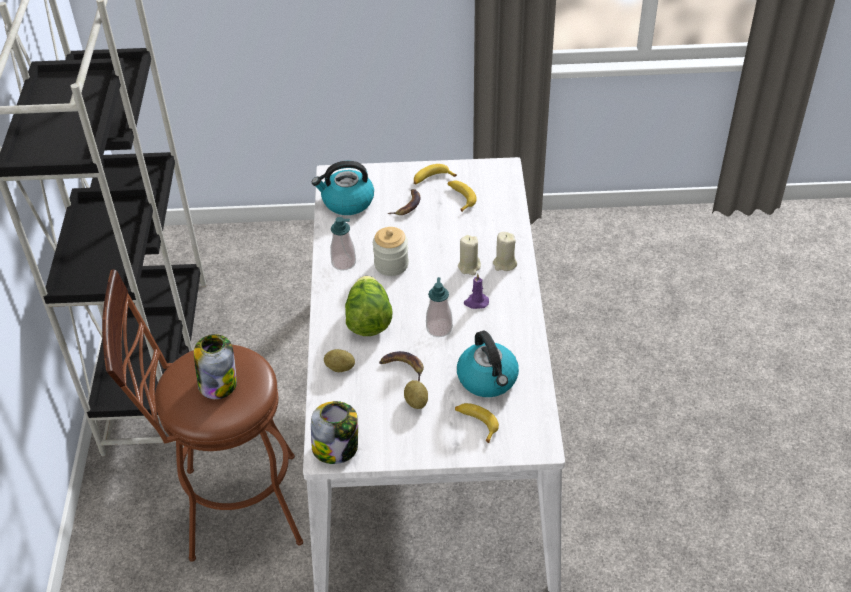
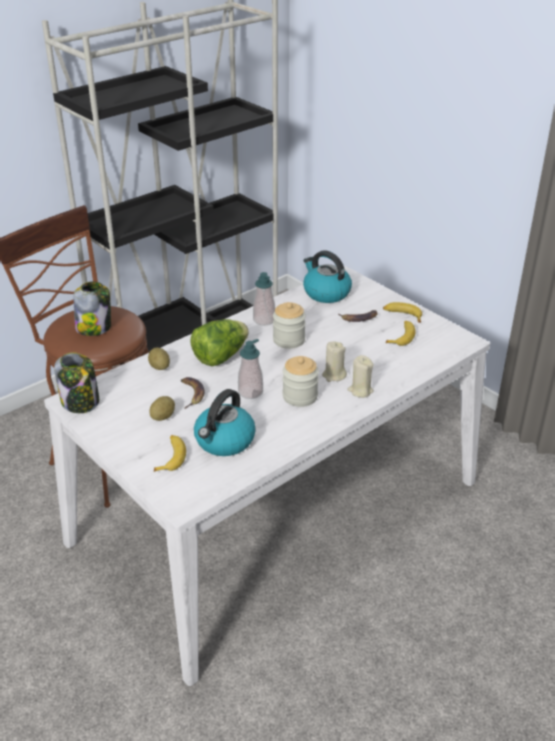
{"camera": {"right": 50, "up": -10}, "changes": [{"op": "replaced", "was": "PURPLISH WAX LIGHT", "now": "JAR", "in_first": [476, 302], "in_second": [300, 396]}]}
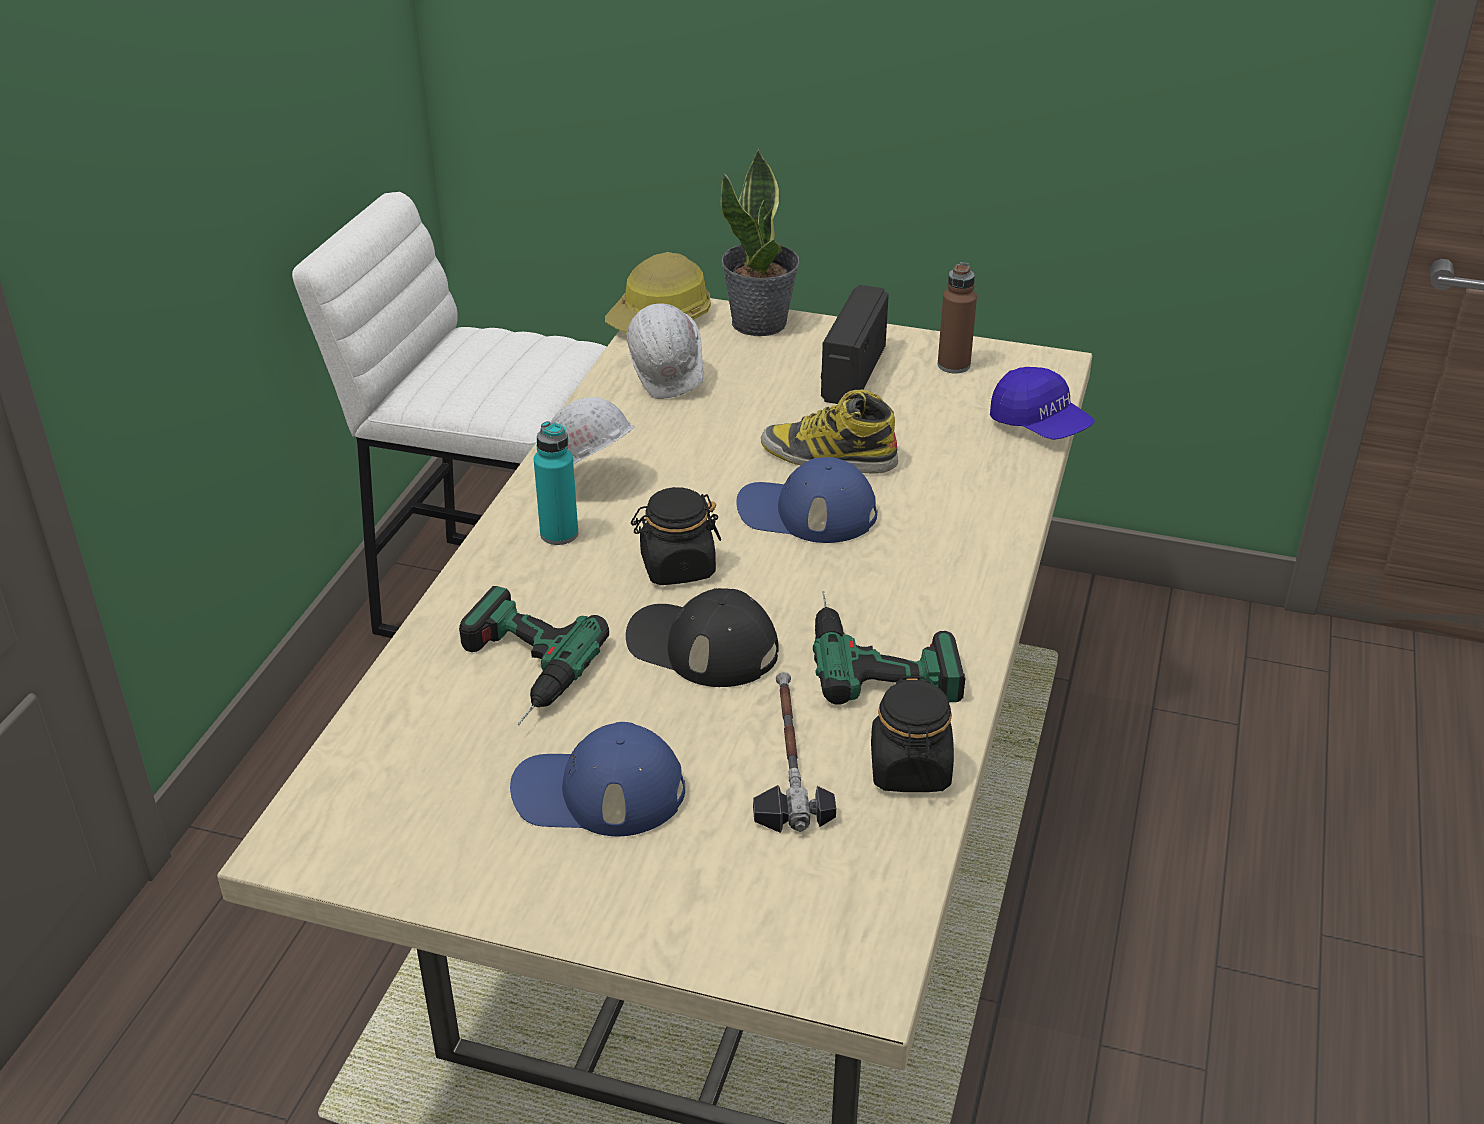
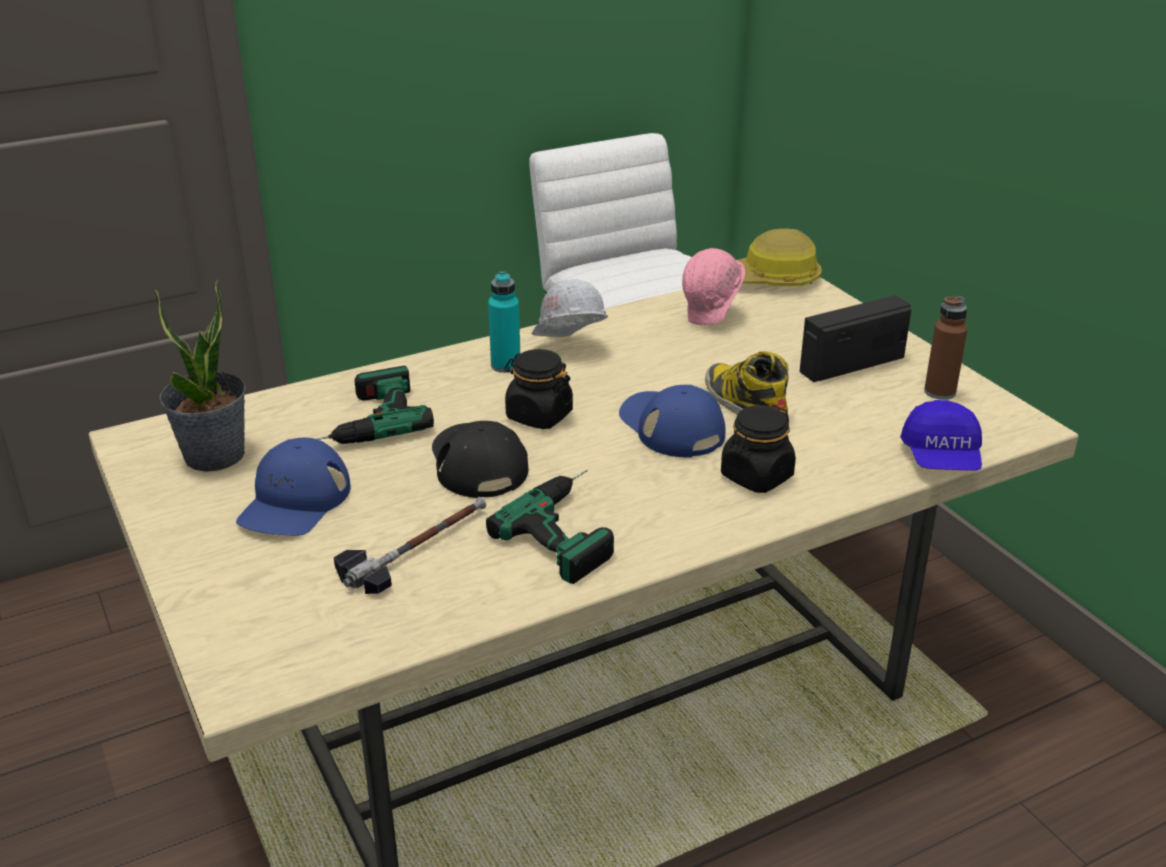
{"camera": {"right": 45, "up": -5}, "changes": [{"op": "moved", "was": "POTTED PLANT", "in_first": [760, 323], "in_second": [215, 456]}, {"op": "recoloured", "was": "WHITE-COLOURED WORK HELMET", "now": "PINK-COLOURED WORK HELMET", "in_first": [668, 383], "in_second": [712, 317]}, {"op": "moved", "was": "BLACK-COLOURED JAR", "in_first": [910, 770], "in_second": [756, 477]}, {"op": "turned", "was": "BLUE-COLOURED CAP", "in_first": [598, 791], "in_second": [295, 501], "clockwise": -120}]}
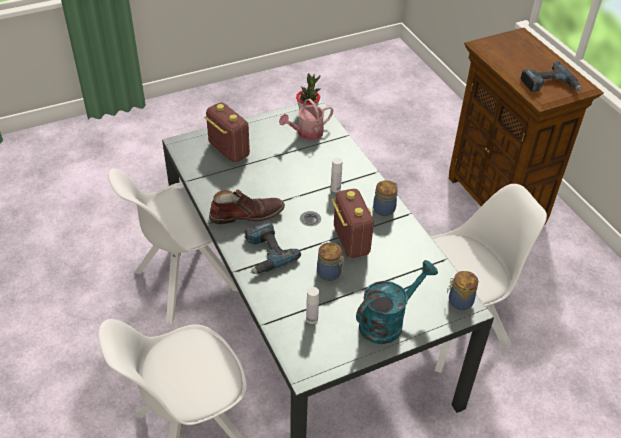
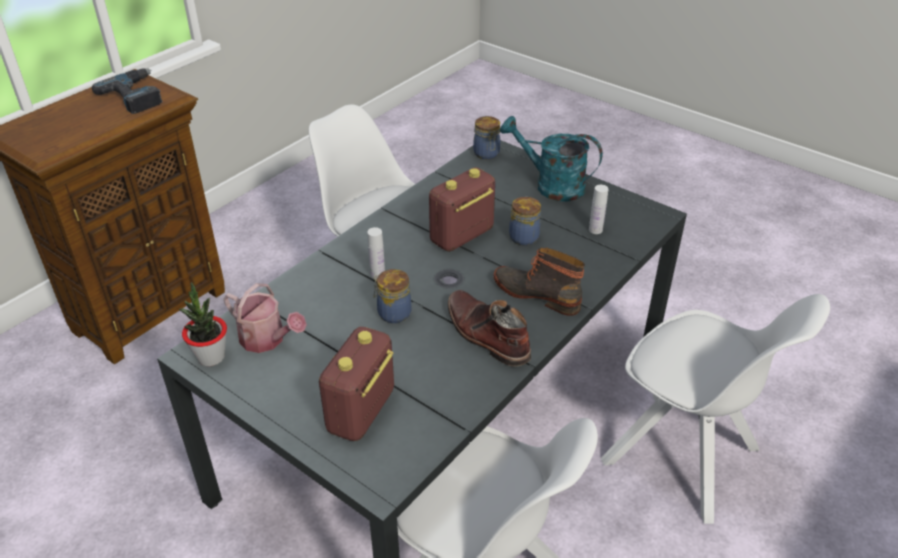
{"camera": {"right": -115, "up": -5}, "changes": [{"op": "moved", "was": "JAR", "in_first": [385, 209], "in_second": [393, 313]}, {"op": "replaced", "was": "POWER DRILL", "now": "BOOT", "in_first": [265, 253], "in_second": [537, 294]}]}
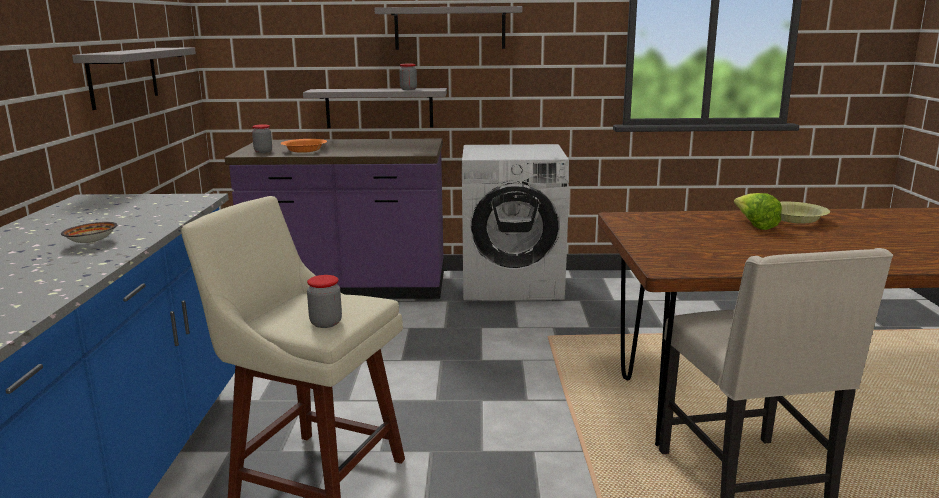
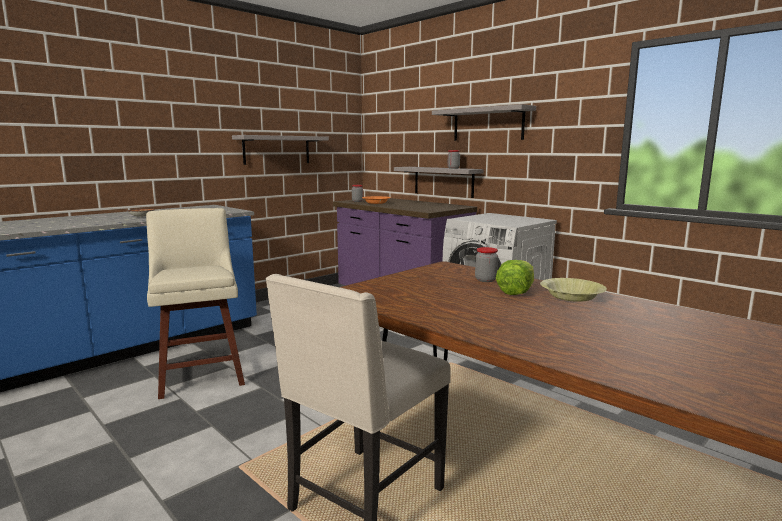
{"camera": {"right": 45, "up": -5}, "changes": [{"op": "moved", "was": "JAR", "in_first": [326, 323], "in_second": [485, 280]}]}
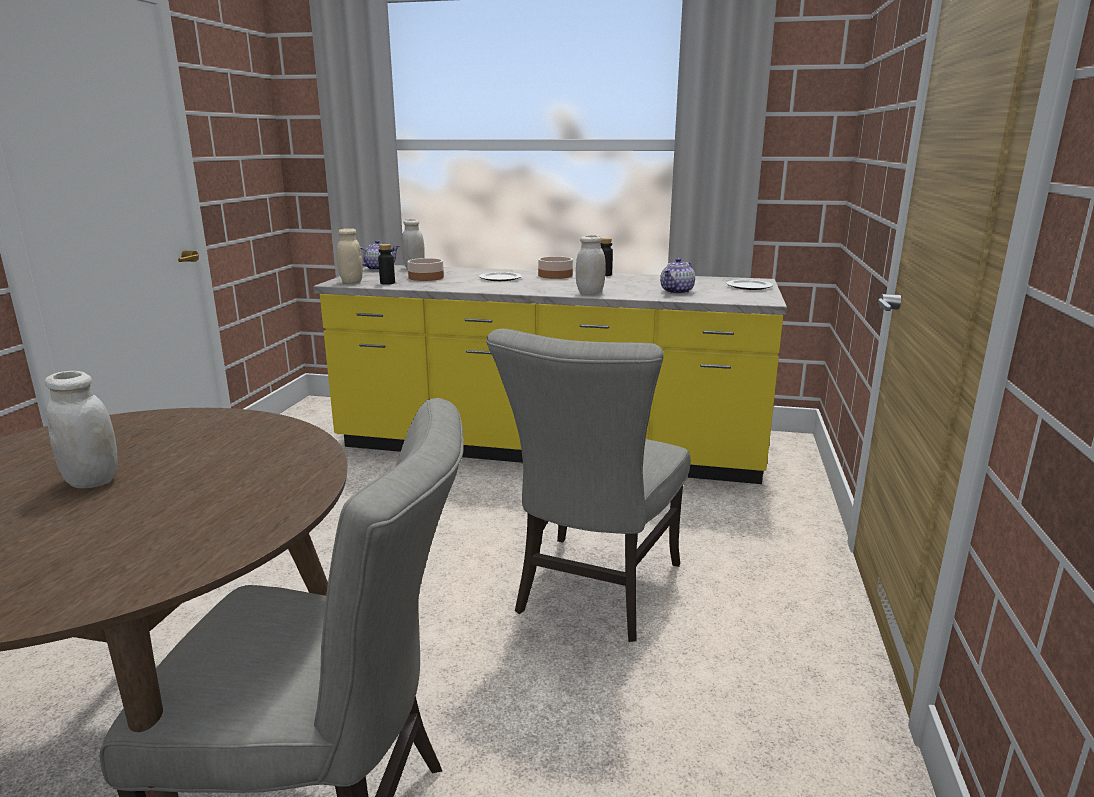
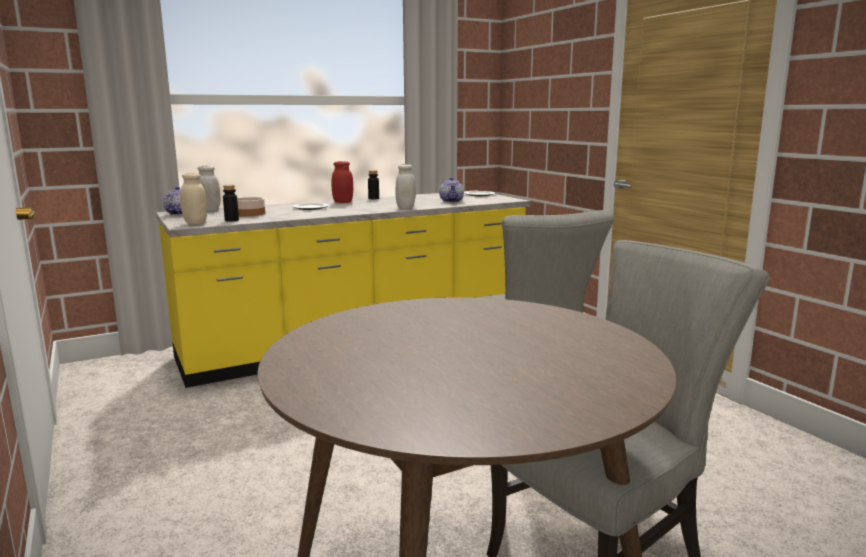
{"camera": {"right": -40, "up": -5}, "changes": [{"op": "replaced", "was": "DEEP DISH", "now": "RED-COLOURED JAR", "in_first": [556, 275], "in_second": [343, 202]}, {"op": "removed", "was": "WHITE-COLOURED JAR", "in_first": [92, 481]}]}
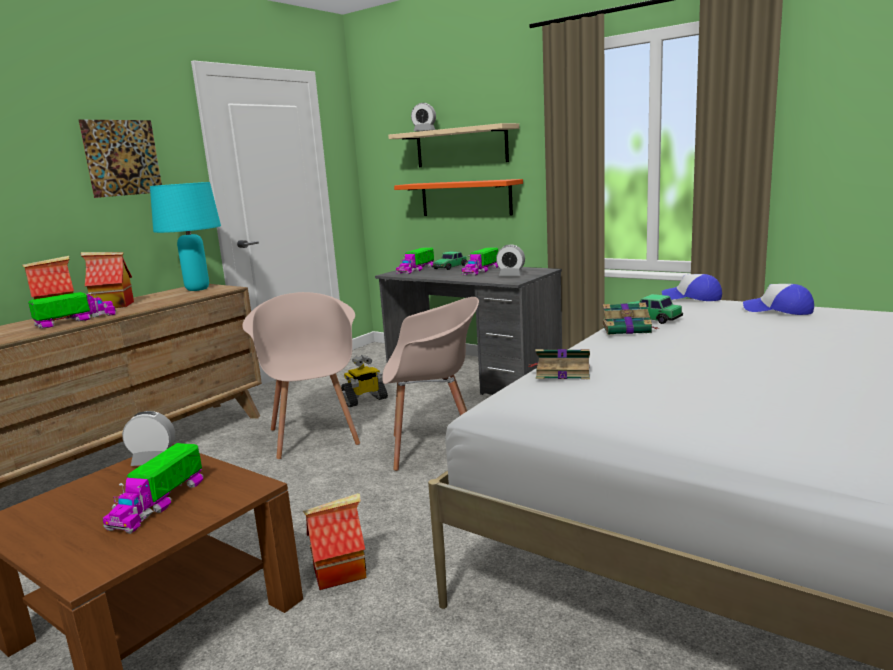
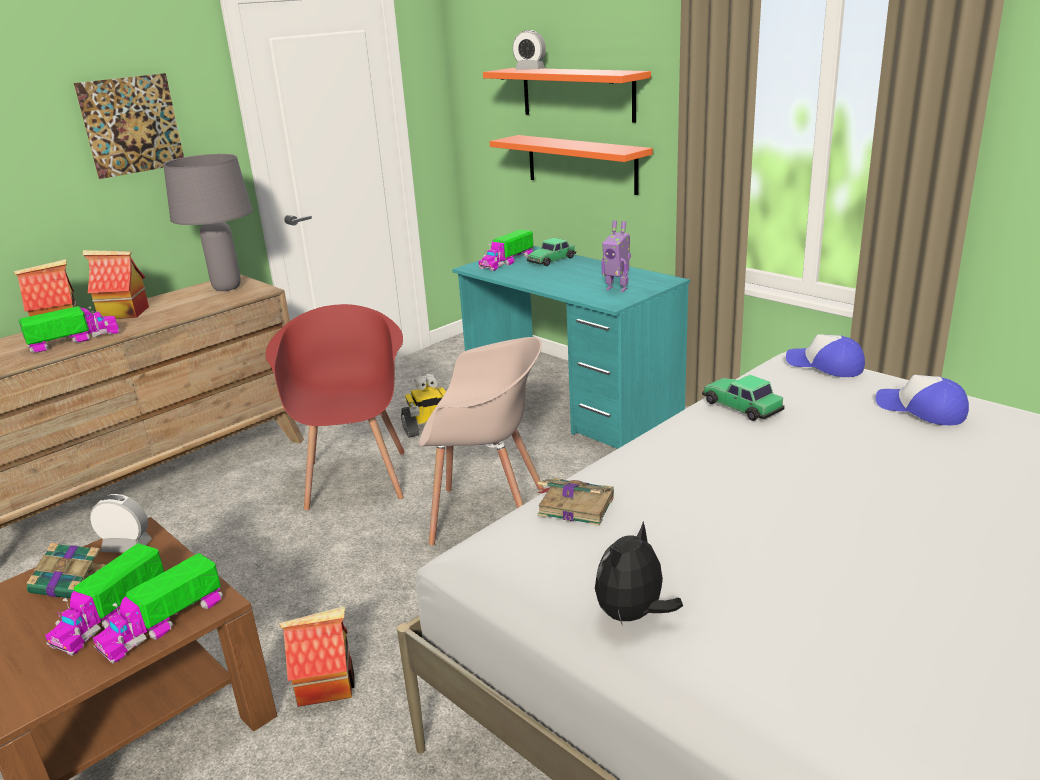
{"camera": {"right": 10, "up": 10}, "changes": [{"op": "recoloured", "was": "SAND-COLOURED BRACKET SHELF", "now": "ORANGE BRACKET SHELF", "in_first": [461, 147], "in_second": [577, 94]}, {"op": "recoloured", "was": "TURQUOISE-COLOURED TABLE LAMP", "now": "GREY TABLE LAMP", "in_first": [197, 289], "in_second": [227, 288]}, {"op": "replaced", "was": "ALARM CLOCK", "now": "MODEL ROBOT", "in_first": [511, 275], "in_second": [617, 289]}, {"op": "moved", "was": "TOY TRUCK", "in_first": [481, 271], "in_second": [163, 624]}, {"op": "recoloured", "was": "GREY DESK TABLE", "now": "TURQUOISE-COLOURED DESK TABLE", "in_first": [473, 378], "in_second": [571, 405]}, {"op": "recoloured", "was": "SAND-COLOURED PLAIN CHAIR", "now": "RED-COLOURED PLAIN CHAIR", "in_first": [314, 436], "in_second": [356, 479]}, {"op": "moved", "was": "BOOK", "in_first": [627, 329], "in_second": [72, 583]}, {"op": "added", "now": "CUDDLY TOY", "in_second": [633, 615]}]}
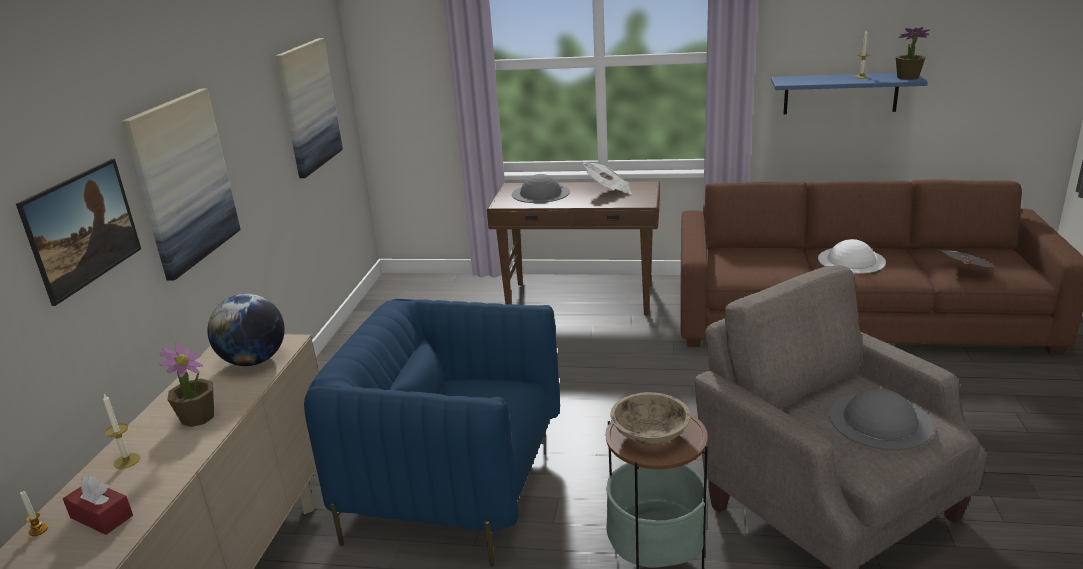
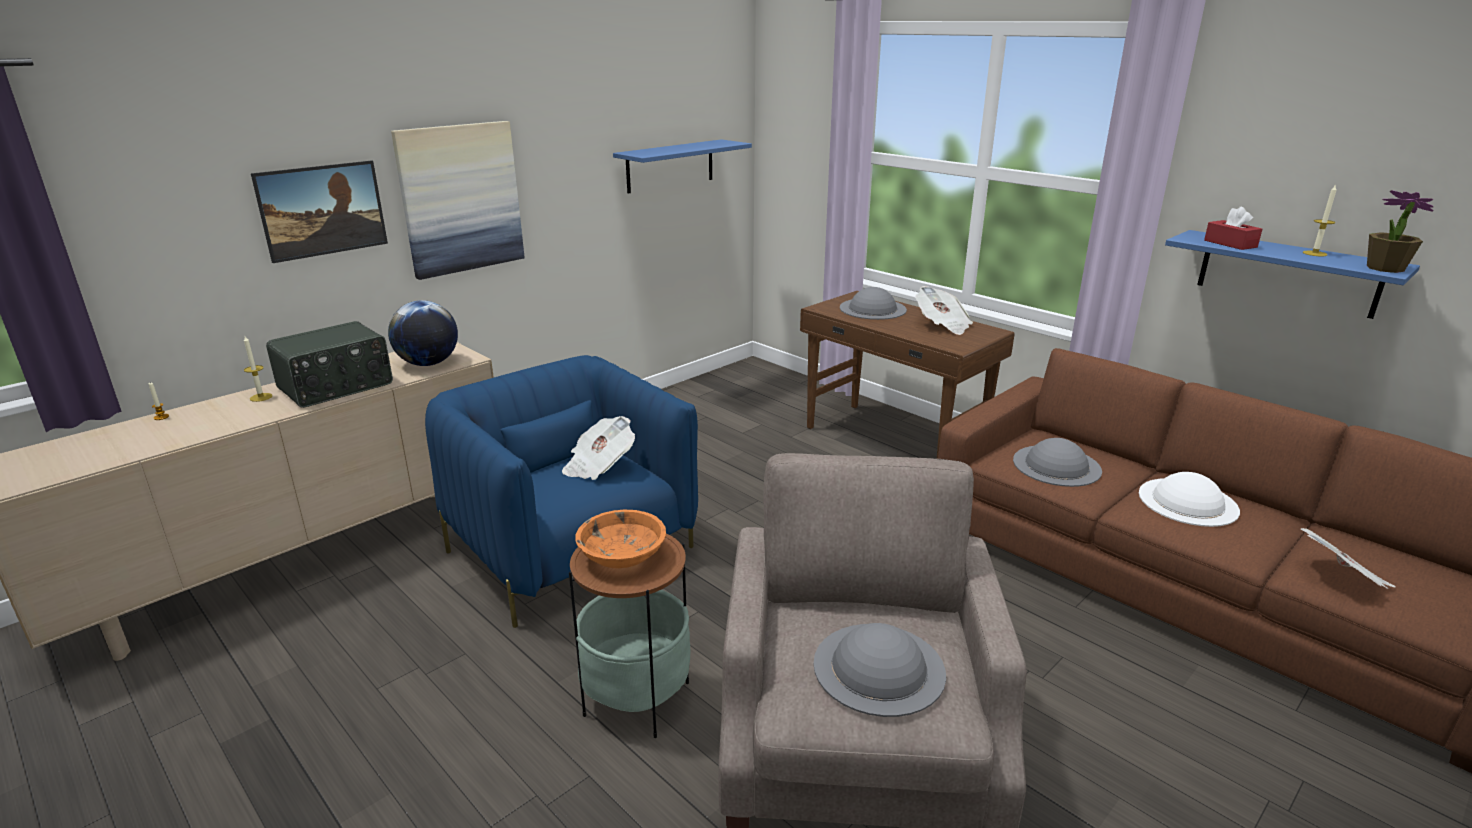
{"camera": {"right": 35, "up": 0}, "changes": [{"op": "replaced", "was": "WALL ART", "now": "BLUE-COLOURED BRACKET SHELF", "in_first": [308, 106], "in_second": [670, 166]}, {"op": "replaced", "was": "POTTED PLANT", "now": "RADIO", "in_first": [198, 417], "in_second": [336, 387]}, {"op": "recoloured", "was": "SAND-COLOURED DEEP DISH", "now": "ORANGE DEEP DISH", "in_first": [650, 435], "in_second": [622, 557]}, {"op": "moved", "was": "RED-COLOURED TISSUE BOX", "in_first": [101, 517], "in_second": [1230, 244]}, {"op": "added", "now": "NEWSPAPER", "in_second": [599, 466]}, {"op": "added", "now": "GREY HAT", "in_second": [1056, 465]}]}
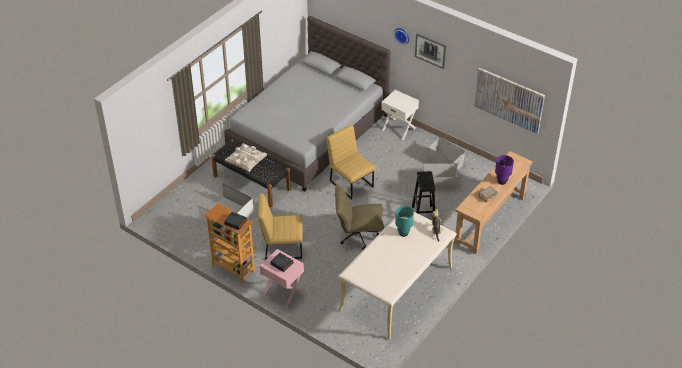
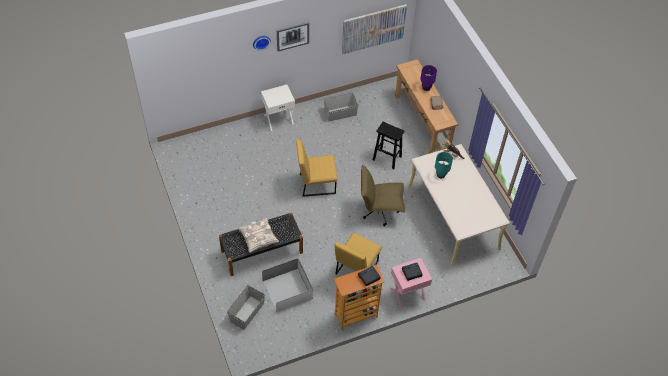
{"camera": {"right": -60, "up": 10}, "changes": [{"op": "removed", "was": "GREY SLEEPING BED", "in_first": [309, 133]}, {"op": "moved", "was": "GREY STORAGE BIN", "in_first": [439, 183], "in_second": [247, 312]}, {"op": "turned", "was": "SAND-COLOURED COMPUTER CHAIR", "in_first": [358, 236], "in_second": [380, 210], "clockwise": 60}]}
